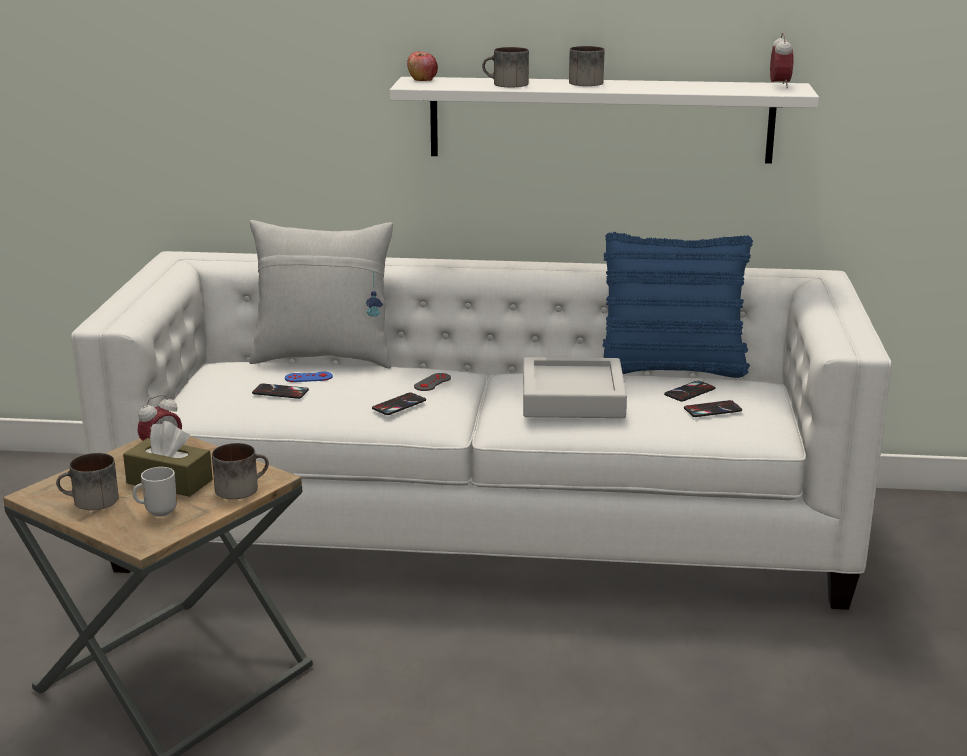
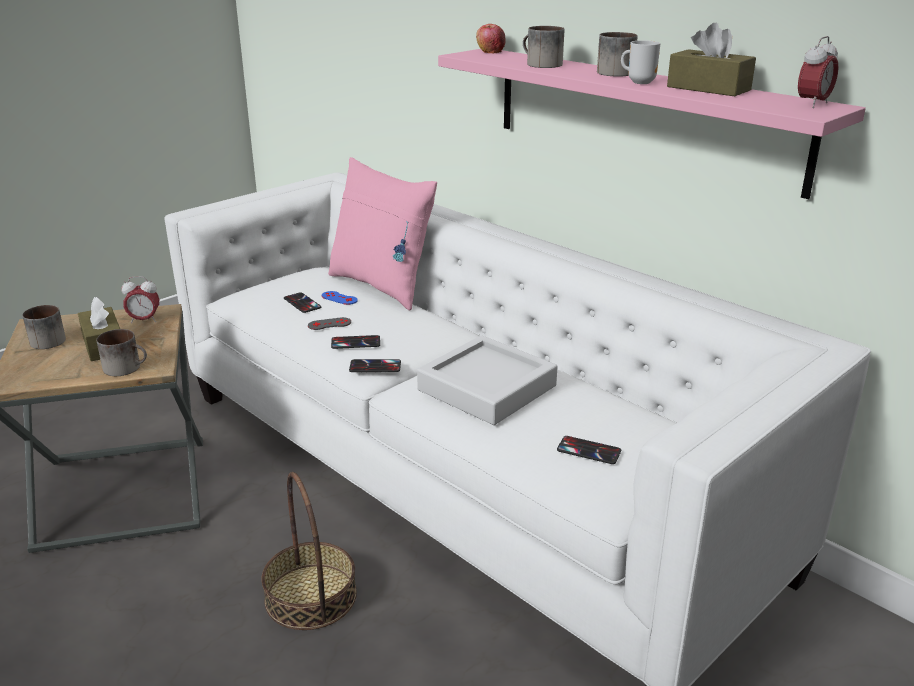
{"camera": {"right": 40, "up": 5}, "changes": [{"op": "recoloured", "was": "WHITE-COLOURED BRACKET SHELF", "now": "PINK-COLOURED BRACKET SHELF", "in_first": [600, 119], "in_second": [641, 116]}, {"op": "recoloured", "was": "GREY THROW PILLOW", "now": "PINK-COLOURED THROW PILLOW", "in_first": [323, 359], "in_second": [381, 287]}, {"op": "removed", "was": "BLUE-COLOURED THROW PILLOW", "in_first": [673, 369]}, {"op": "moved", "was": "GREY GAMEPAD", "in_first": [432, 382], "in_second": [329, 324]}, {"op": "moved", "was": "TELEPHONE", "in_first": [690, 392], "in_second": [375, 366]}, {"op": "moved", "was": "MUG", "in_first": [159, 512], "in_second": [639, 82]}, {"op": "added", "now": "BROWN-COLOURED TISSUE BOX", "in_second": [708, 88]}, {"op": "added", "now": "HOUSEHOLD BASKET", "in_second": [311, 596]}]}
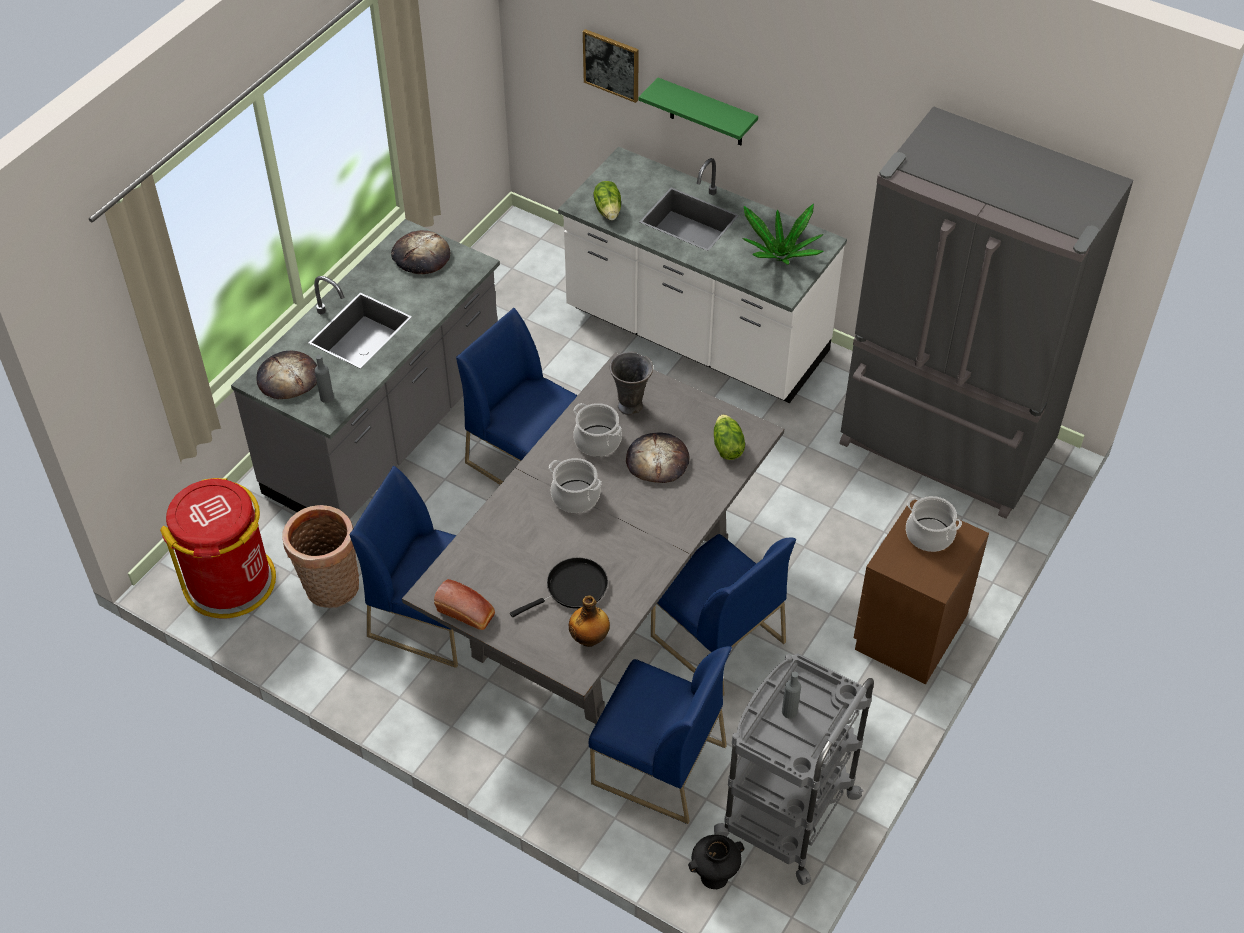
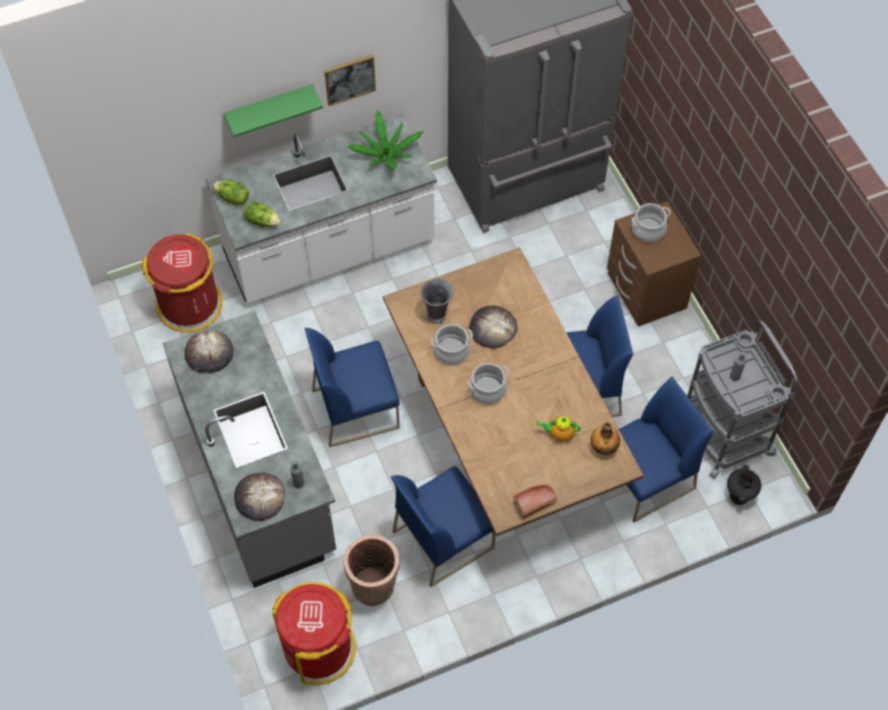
{"camera": {"right": -55, "up": 10}, "changes": [{"op": "moved", "was": "WALL ART", "in_first": [611, 65], "in_second": [349, 79]}, {"op": "recoloured", "was": "GREY DINING TABLE", "now": "BROWN-COLOURED DINING TABLE", "in_first": [602, 600], "in_second": [503, 434]}, {"op": "moved", "was": "HEAD OF LETTUCE", "in_first": [726, 447], "in_second": [232, 198]}, {"op": "replaced", "was": "BLACK-COLOURED PAN", "now": "TEA POT", "in_first": [572, 588], "in_second": [559, 434]}, {"op": "added", "now": "RED-COLOURED RUBBISH BIN", "in_second": [190, 305]}]}
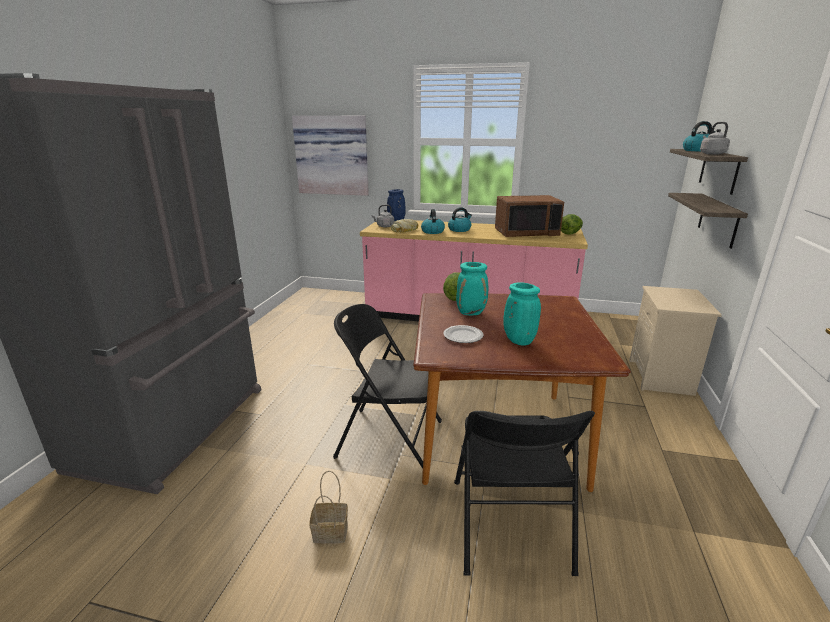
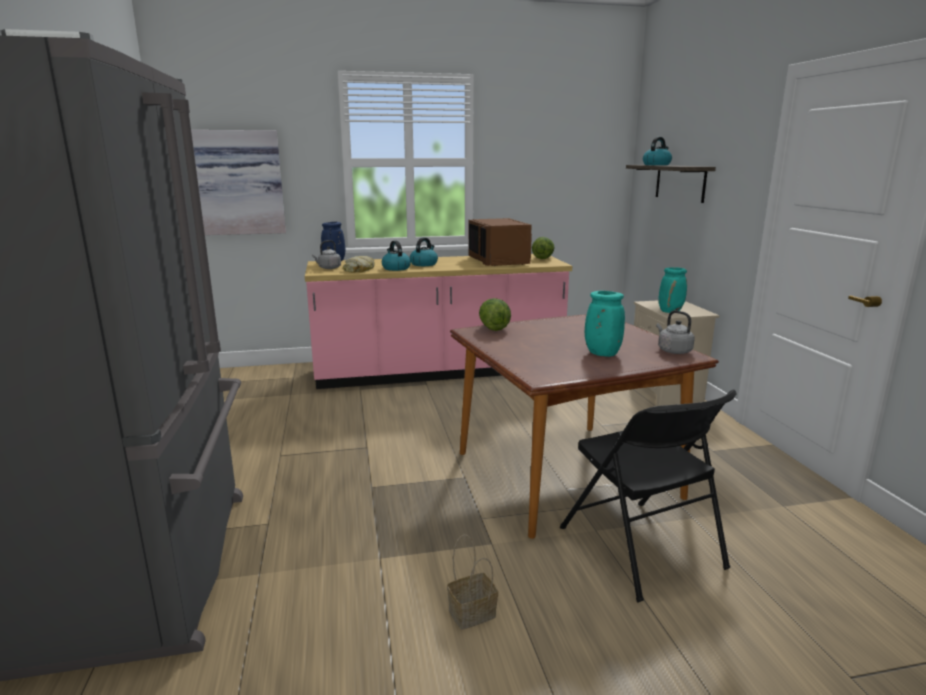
{"camera": {"right": -25, "up": -5}, "changes": [{"op": "moved", "was": "GREY KETTLE", "in_first": [711, 154], "in_second": [673, 351]}, {"op": "removed", "was": "BRACKET SHELF", "in_first": [718, 220]}, {"op": "turned", "was": "BROWN-COLOURED MICROWAVE OVEN", "in_first": [526, 233], "in_second": [499, 261], "clockwise": 105}, {"op": "moved", "was": "TURQUOISE-COLOURED VASE", "in_first": [471, 313], "in_second": [670, 311]}, {"op": "removed", "was": "BLACK-COLOURED PLAIN CHAIR", "in_first": [390, 438]}, {"op": "removed", "was": "DINNER PLATE", "in_first": [463, 336]}]}
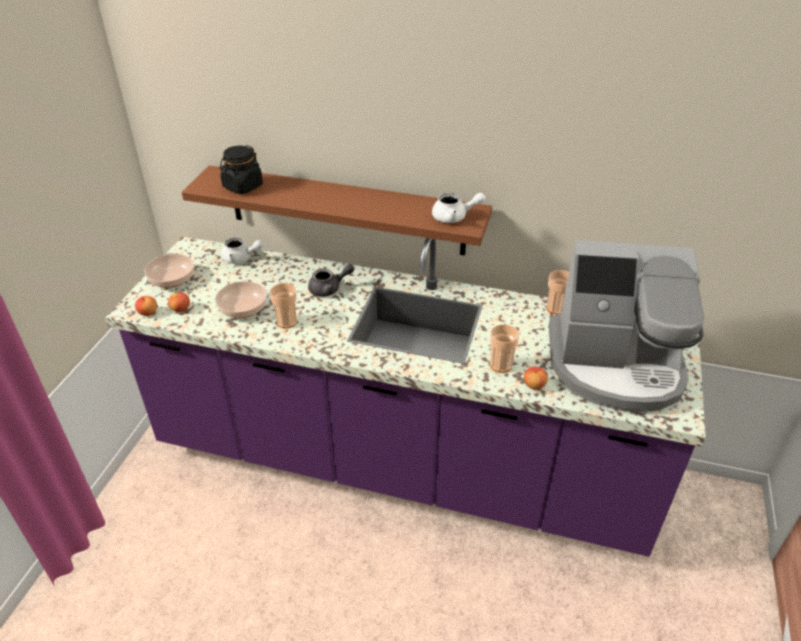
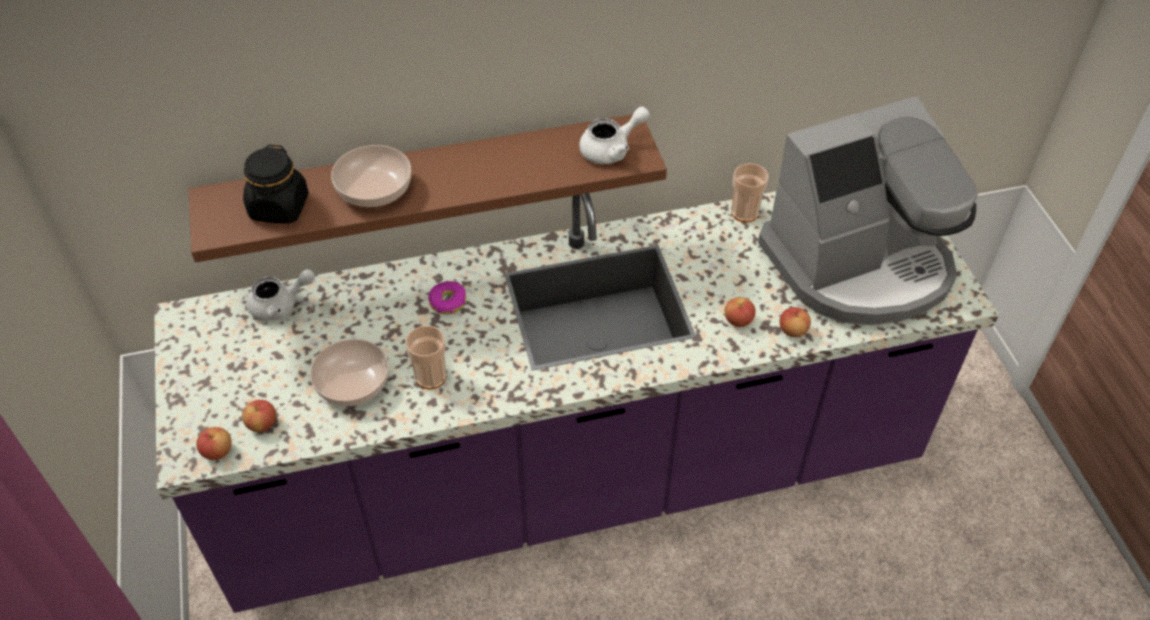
{"camera": {"right": -30, "up": 10}, "changes": [{"op": "moved", "was": "DEEP DISH", "in_first": [172, 279], "in_second": [374, 189]}, {"op": "replaced", "was": "GREY TEA POT", "now": "DONUT", "in_first": [329, 289], "in_second": [447, 302]}, {"op": "replaced", "was": "CUP", "now": "APPLE", "in_first": [500, 365], "in_second": [738, 320]}]}
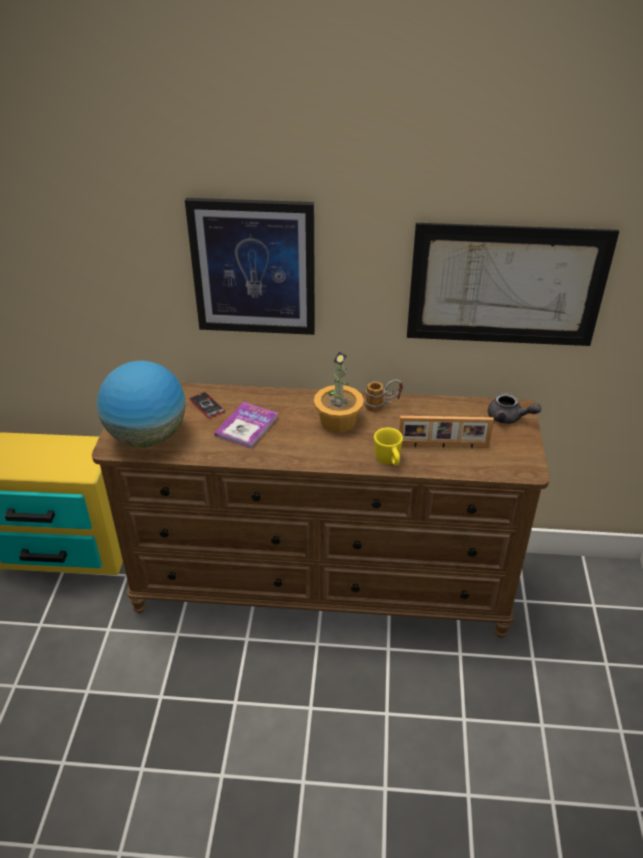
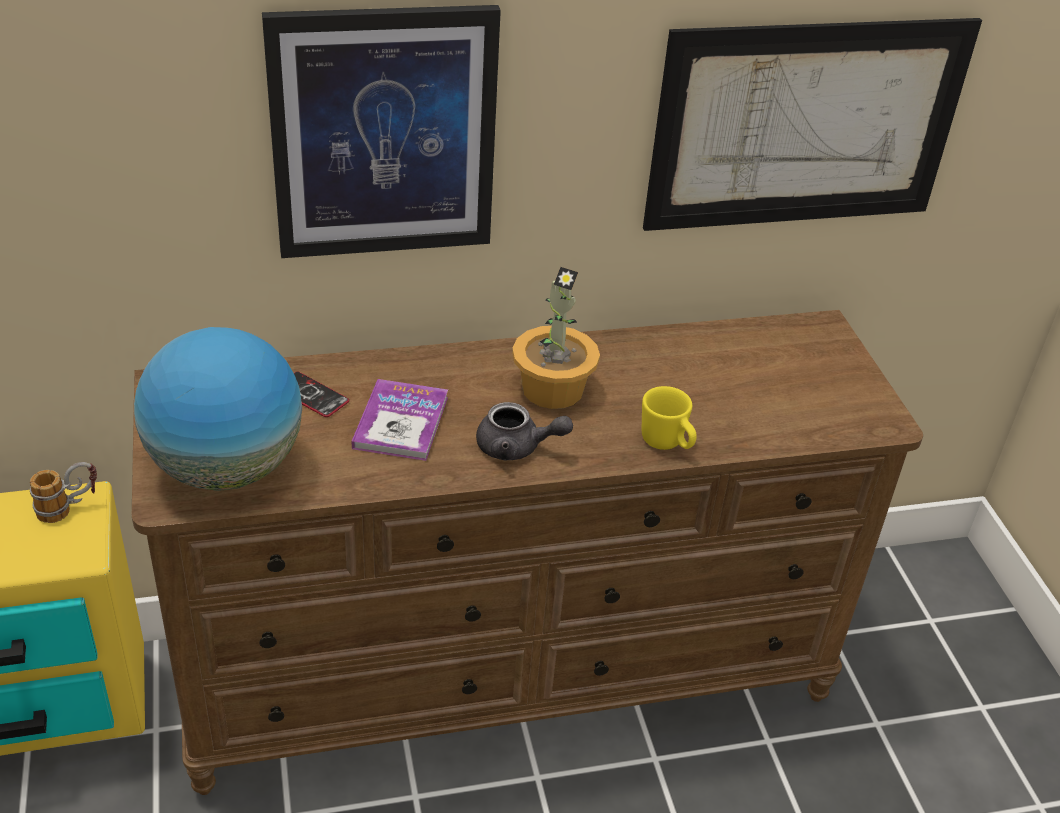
{"camera": {"right": -20, "up": 0}, "changes": [{"op": "moved", "was": "MUG", "in_first": [383, 406], "in_second": [69, 508]}, {"op": "moved", "was": "GREY TEA POT", "in_first": [509, 418], "in_second": [517, 448]}, {"op": "removed", "was": "PICTURE FRAME", "in_first": [443, 446]}]}
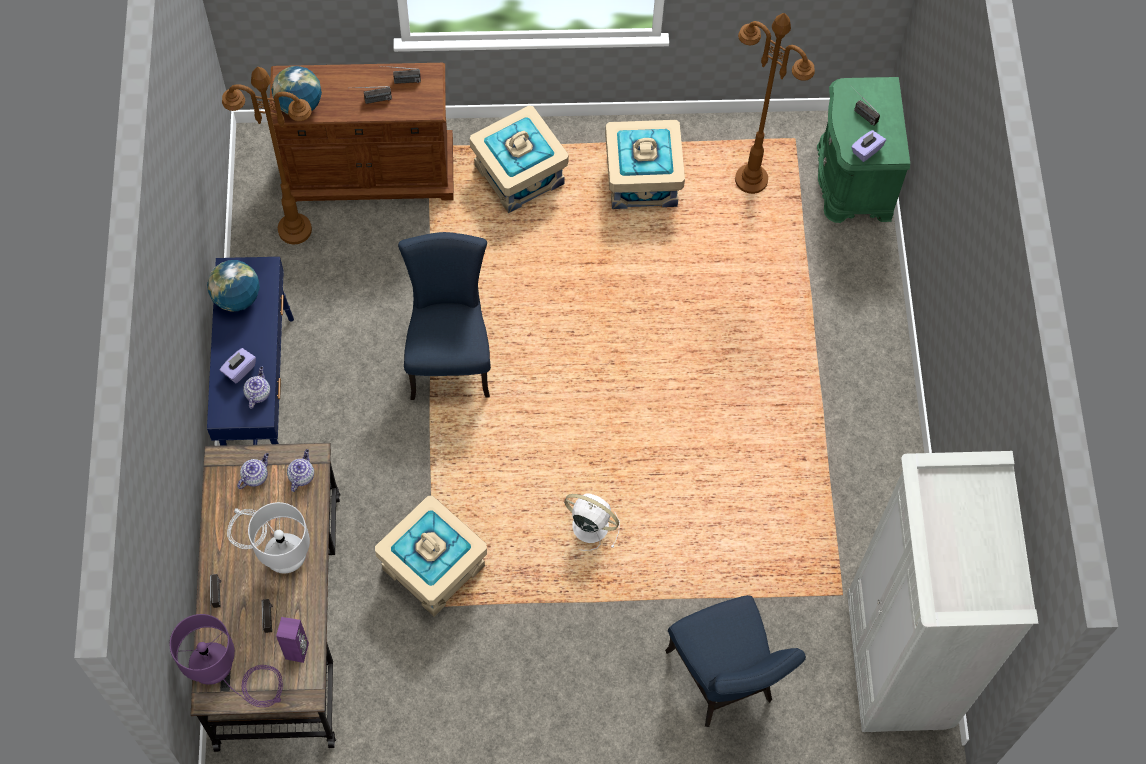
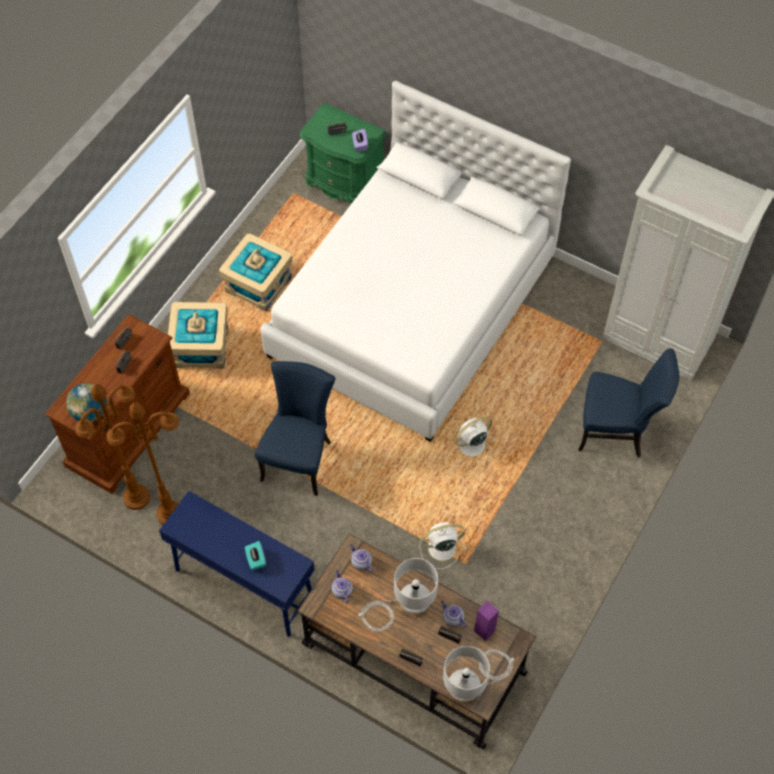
{"camera": {"right": -55, "up": -5}, "changes": [{"op": "moved", "was": "BROWN-COLOURED STANDING LAMP", "in_first": [751, 180], "in_second": [170, 514]}, {"op": "turned", "was": "BLUE-COLOURED PLAIN CHAIR", "in_first": [449, 356], "in_second": [299, 457], "clockwise": 75}, {"op": "removed", "was": "DESK GLOBE", "in_first": [237, 298]}, {"op": "recoloured", "was": "PURPLISH TISSUE BOX", "now": "TURQUOISE-COLOURED TISSUE BOX", "in_first": [239, 370], "in_second": [256, 559]}, {"op": "moved", "was": "TEA POT", "in_first": [258, 393], "in_second": [452, 618]}, {"op": "replaced", "was": "SAND-COLOURED STORAGE BIN", "now": "WHITE-COLOURED FAN", "in_first": [433, 568], "in_second": [440, 548]}, {"op": "recoloured", "was": "PURPLISH TABLE LAMP", "now": "GREY TABLE LAMP", "in_first": [232, 675], "in_second": [476, 680]}, {"op": "added", "now": "WHITE-COLOURED SLEEPING BED", "in_second": [412, 307]}]}
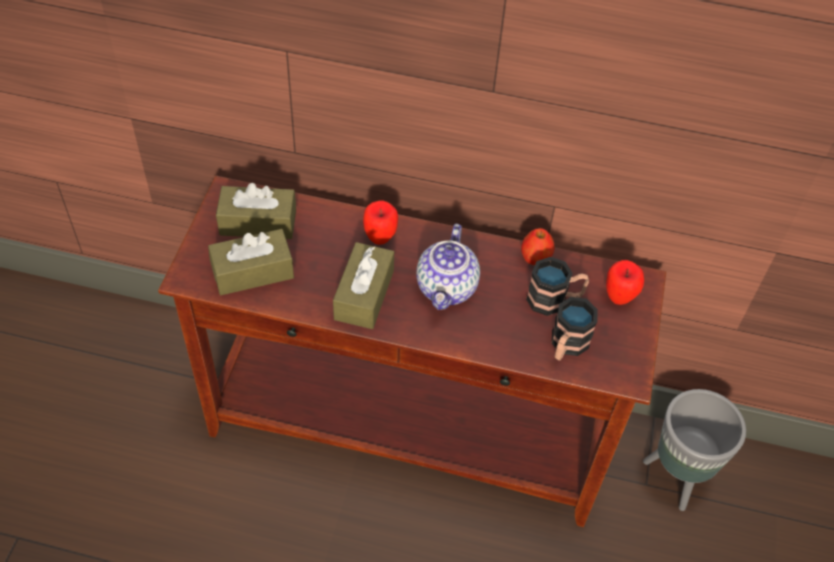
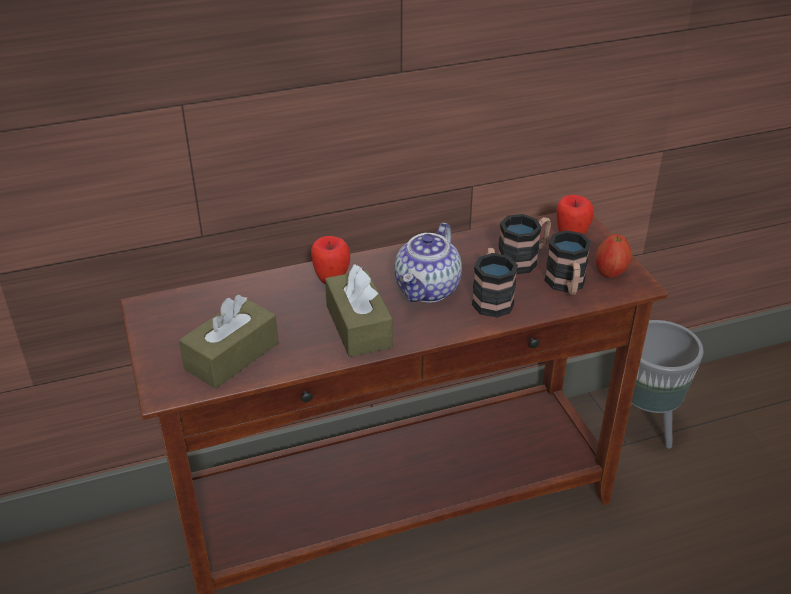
{"camera": {"right": -30, "up": -15}, "changes": [{"op": "removed", "was": "BROWN-COLOURED TISSUE BOX", "in_first": [258, 222]}, {"op": "turned", "was": "TEA POT", "in_first": [447, 288], "in_second": [428, 290], "clockwise": 45}, {"op": "moved", "was": "APPLE", "in_first": [535, 259], "in_second": [610, 273]}, {"op": "added", "now": "MUG", "in_second": [491, 298]}]}
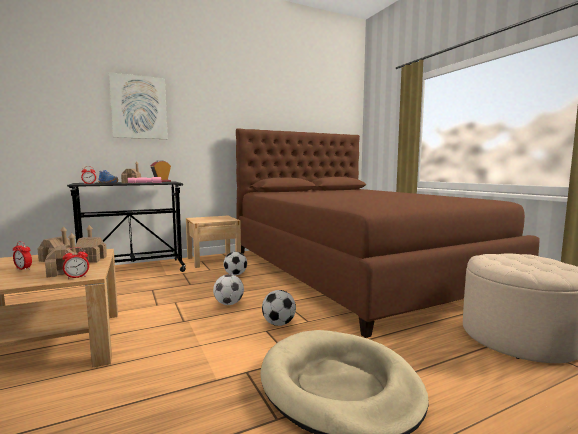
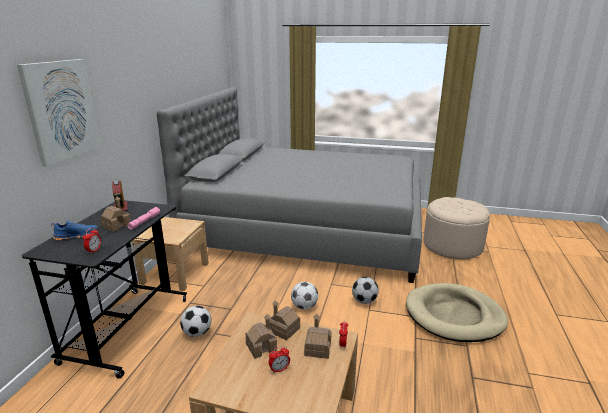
{"camera": {"right": -50, "up": 15}, "changes": [{"op": "recoloured", "was": "BROWN-COLOURED SLEEPING BED", "now": "GREY SLEEPING BED", "in_first": [355, 269], "in_second": [306, 230]}, {"op": "moved", "was": "FOOTBALL", "in_first": [235, 274], "in_second": [197, 333]}]}
